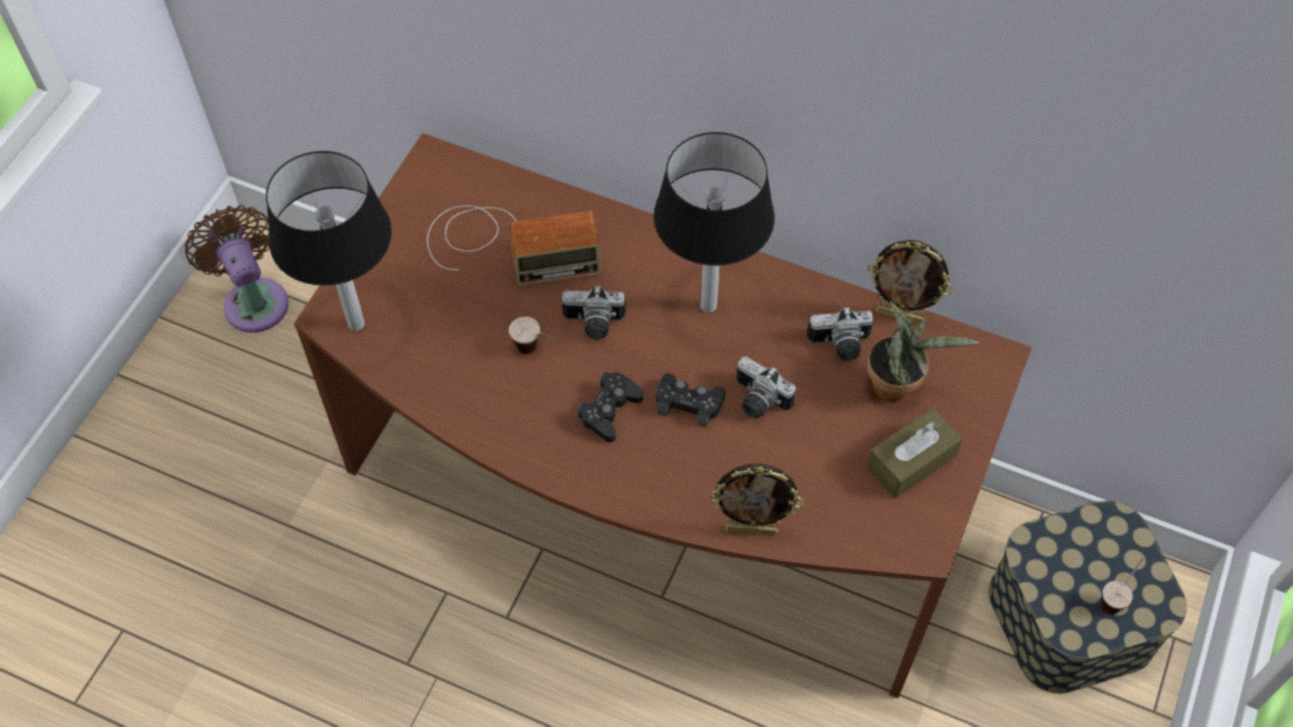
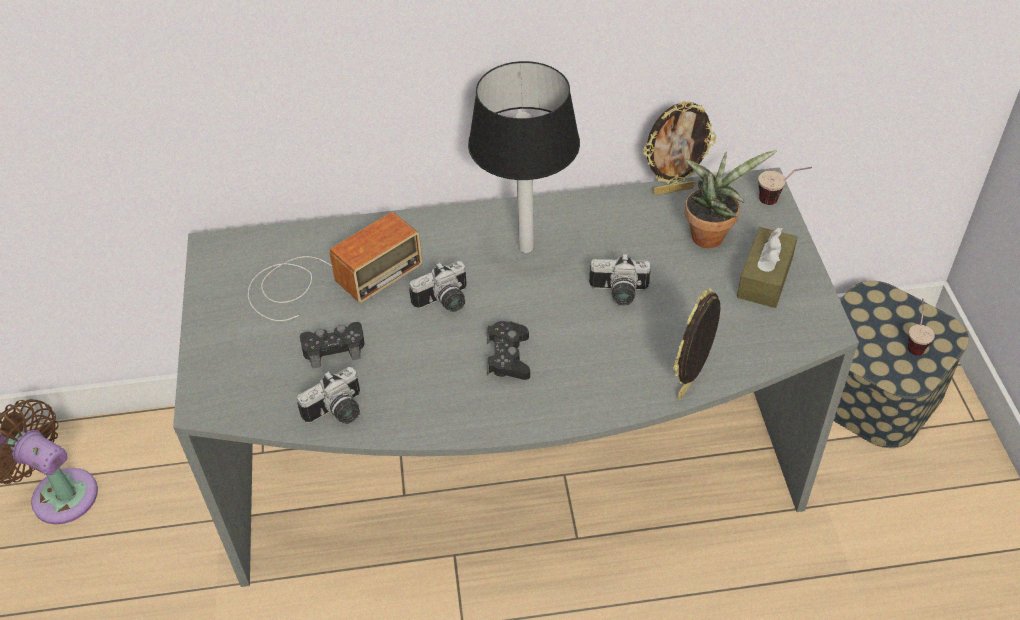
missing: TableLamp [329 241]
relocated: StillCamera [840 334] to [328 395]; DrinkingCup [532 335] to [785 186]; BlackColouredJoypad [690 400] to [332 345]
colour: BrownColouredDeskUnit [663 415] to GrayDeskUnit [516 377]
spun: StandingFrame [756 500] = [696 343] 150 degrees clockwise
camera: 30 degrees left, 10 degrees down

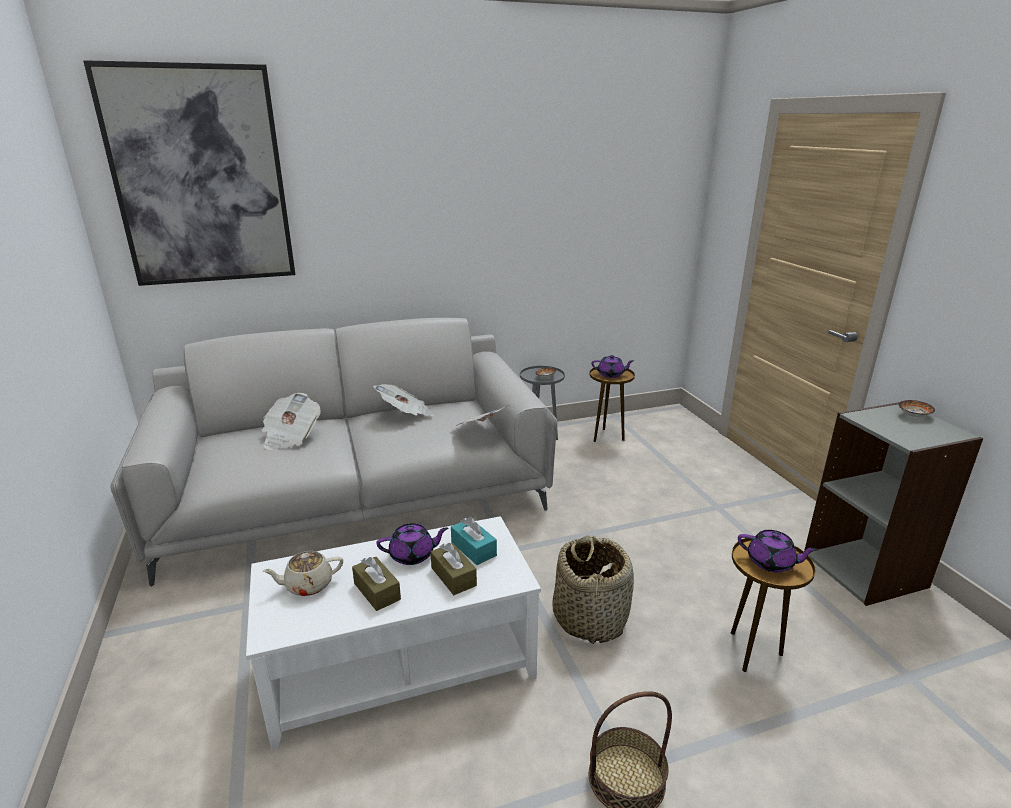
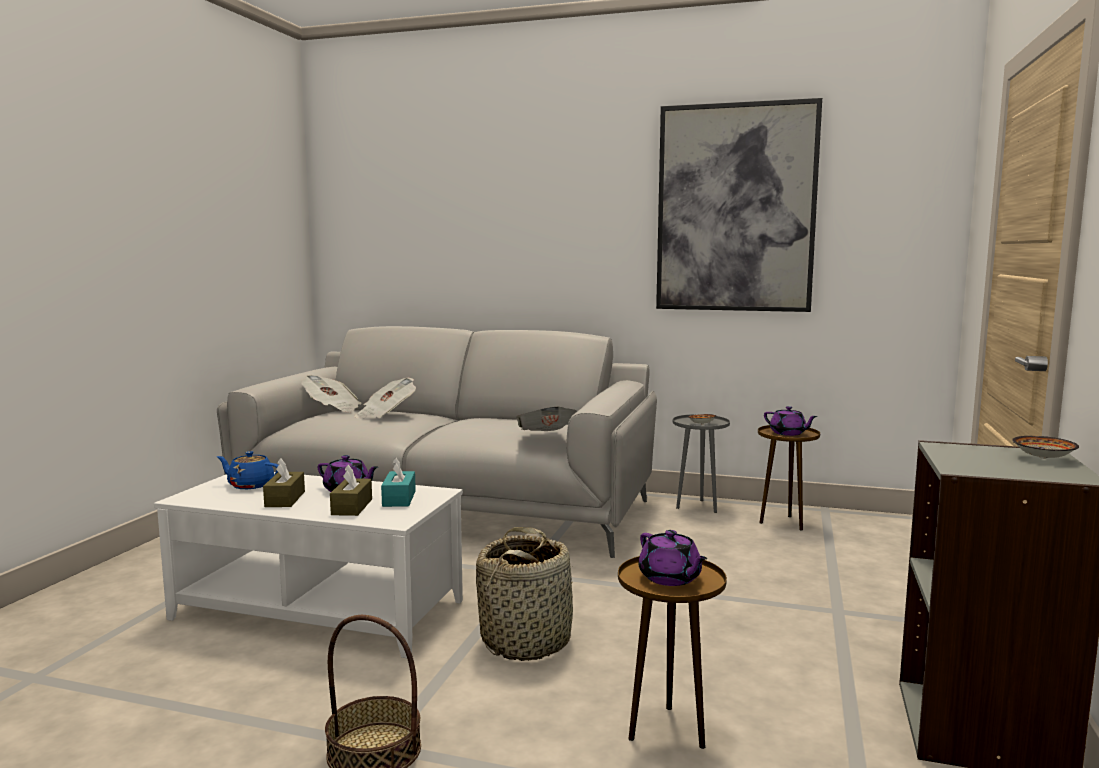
relocated: Picture [189 173] to [739 205]; DailyPaper [403 400] to [331 394]
colour: BeigeTeaPot [303 573] to BlueTeaPot [248 470]
camera: 35 degrees right, 15 degrees down

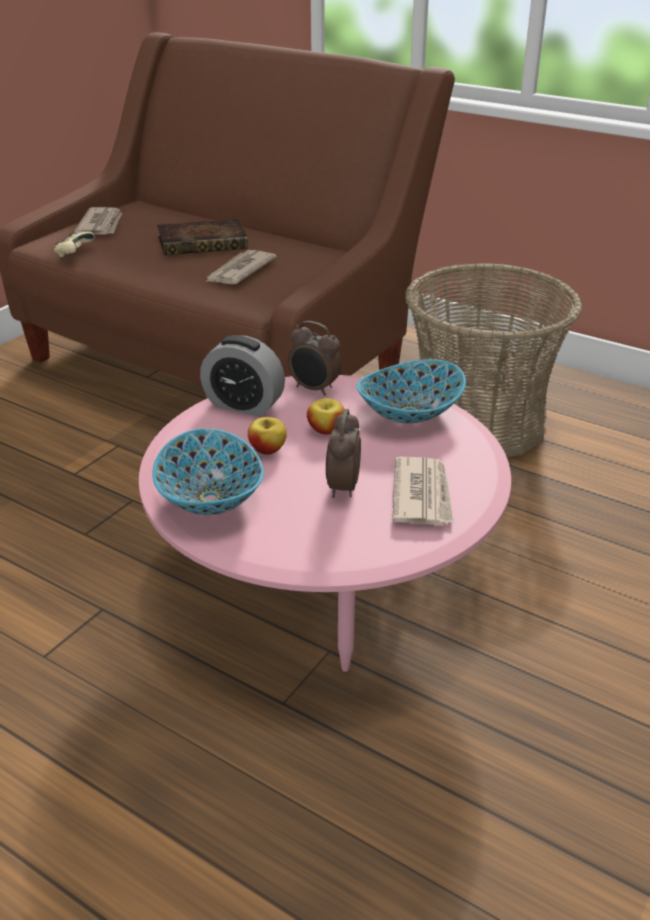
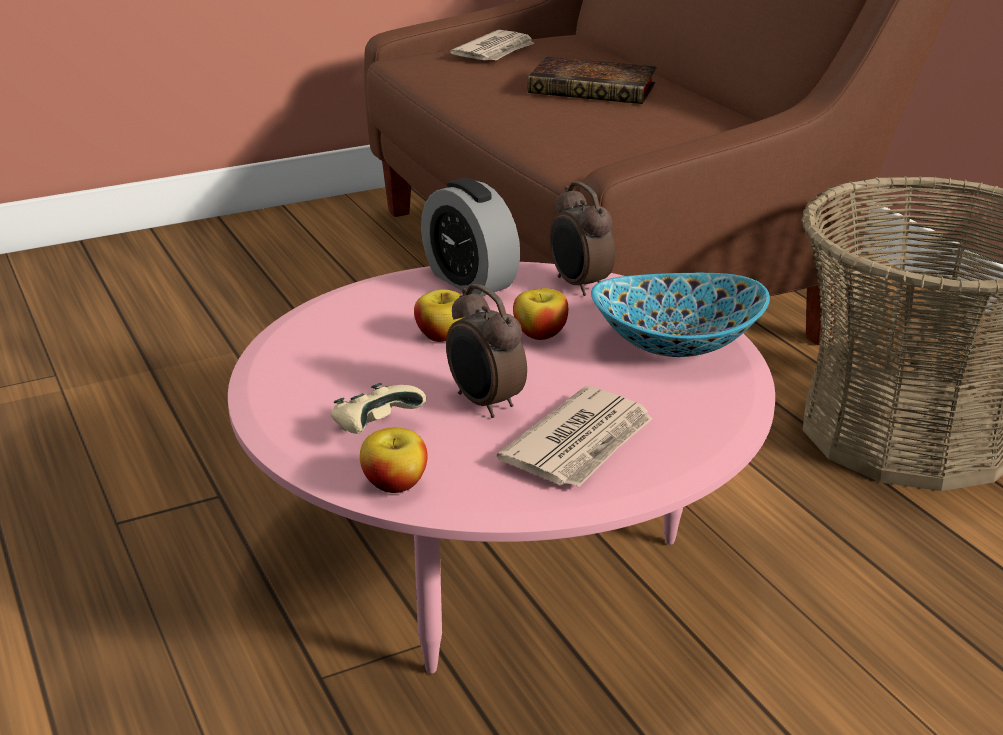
missing: DailyPaper [241 267]; Bowl [208 471]
appeared: AppleFruit [393 460]
relocated: BeigeJoypad [74 244] to [378 408]
spun: AlarmClock [343 453] = [486 351] 75 degrees counterclockwise
camera: 30 degrees right, 5 degrees down

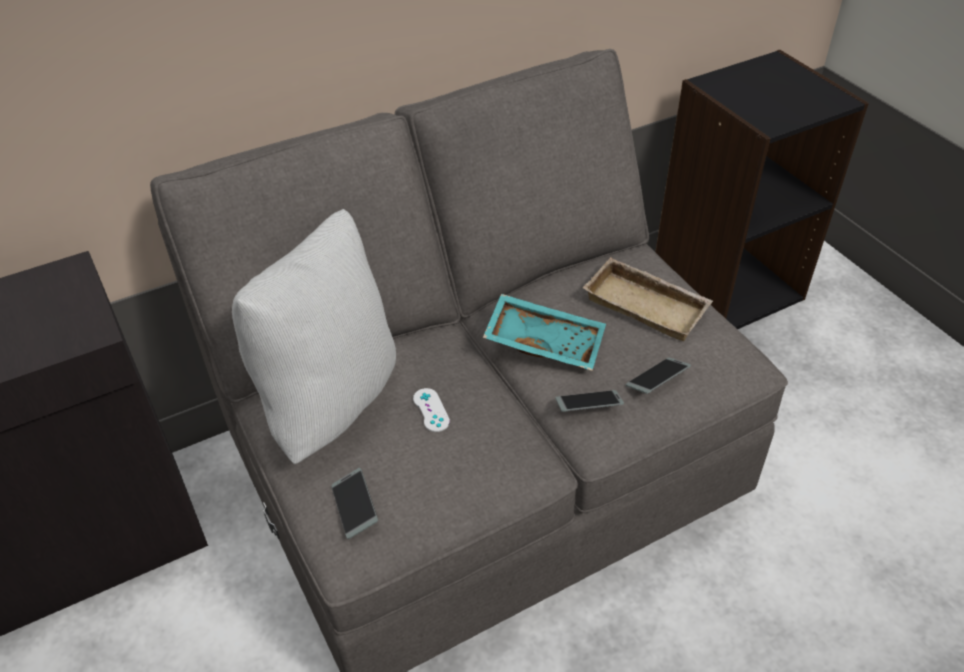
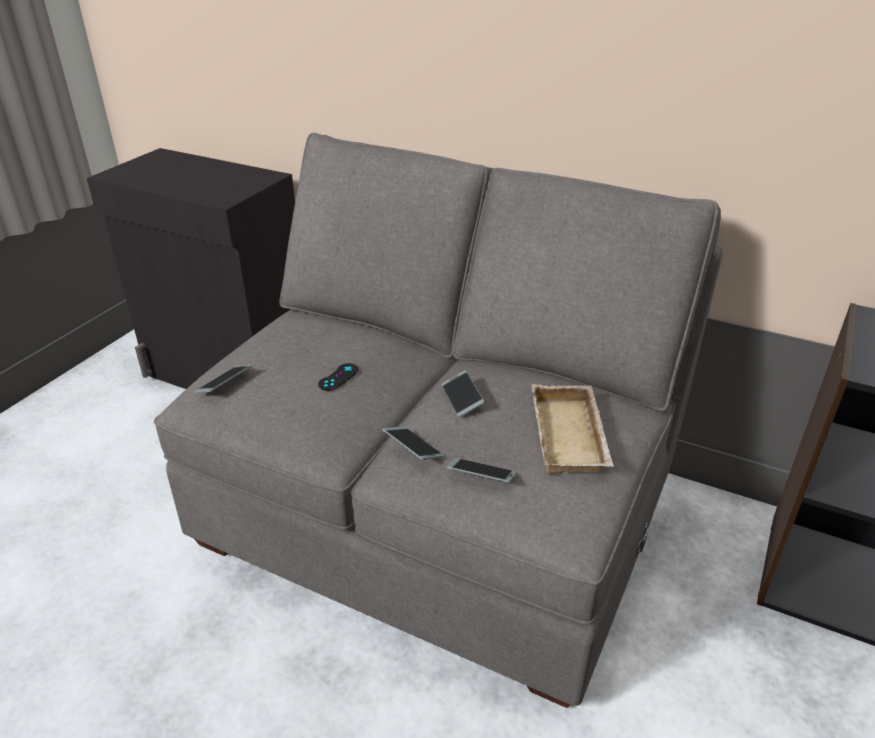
missing: WhitishThrowPillow [314 336]
exchanged: BlueGreenTray [544 332] to Phone [463 394]
colour: WhitishJoypad [431 410] to BlackColouredJoypad [338 377]
camera: 55 degrees right, 10 degrees down

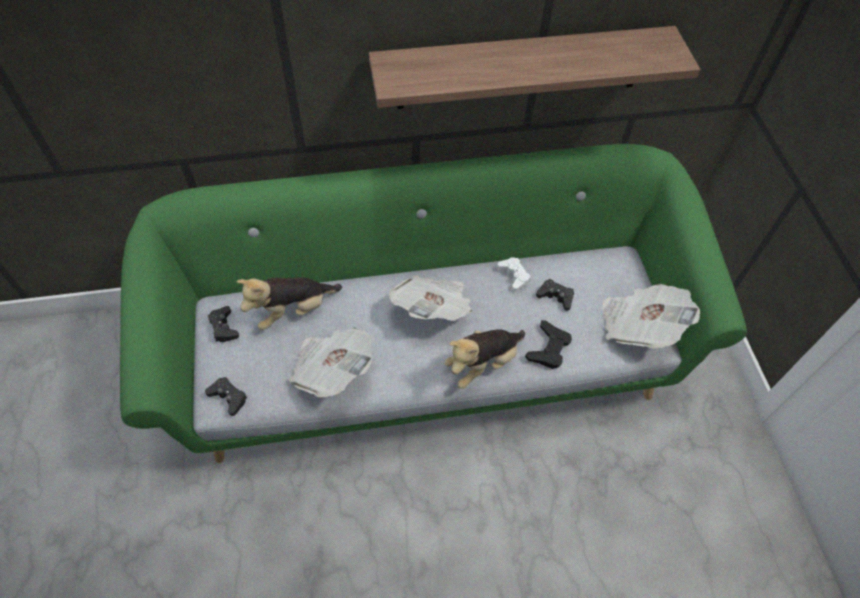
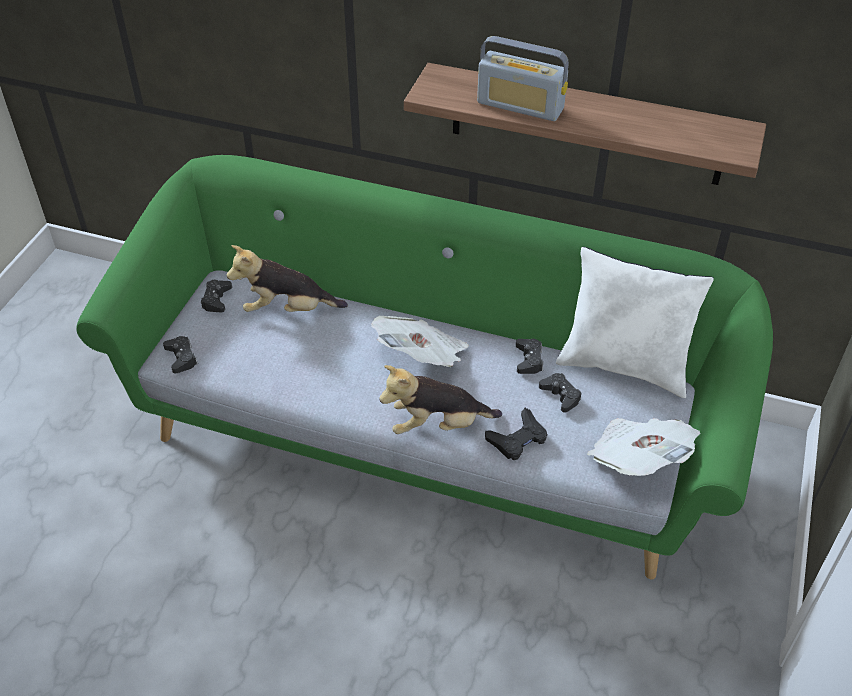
missing: DailyPaper [331 362]
appeared: RadioReceiver [522 78]; WhitishThrowPillow [635 322]
colour: WhitishJoypad [514 274] to BlackColouredJoypad [529 356]
camera: 30 degrees right, 10 degrees down

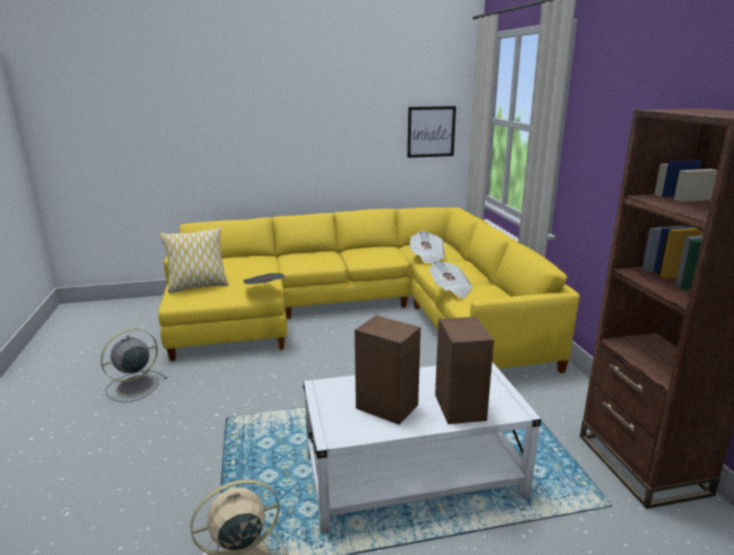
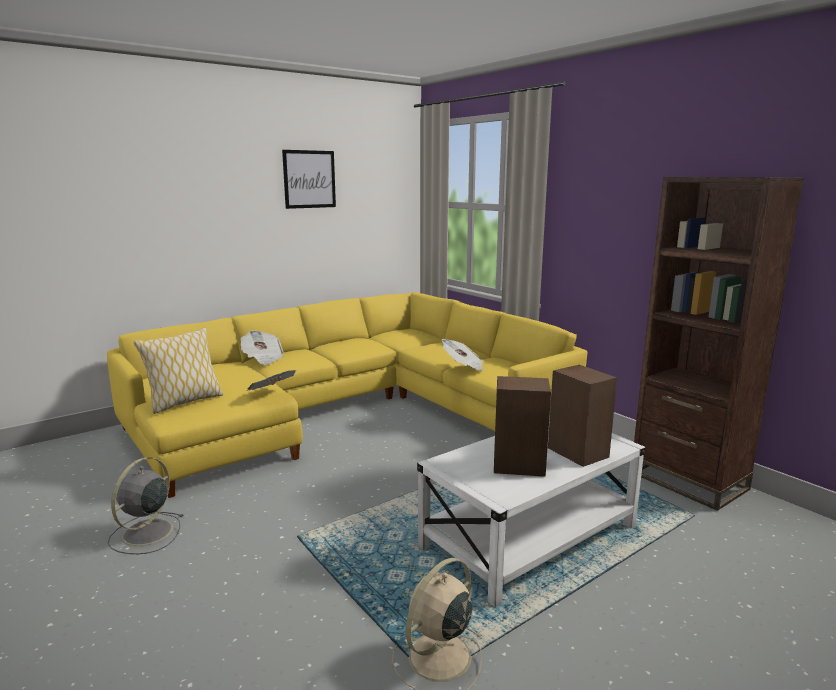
relocated: Picture [431 132] to [309 179]; DailyPaper [427 247] to [262 347]
camera: 25 degrees left, 5 degrees down

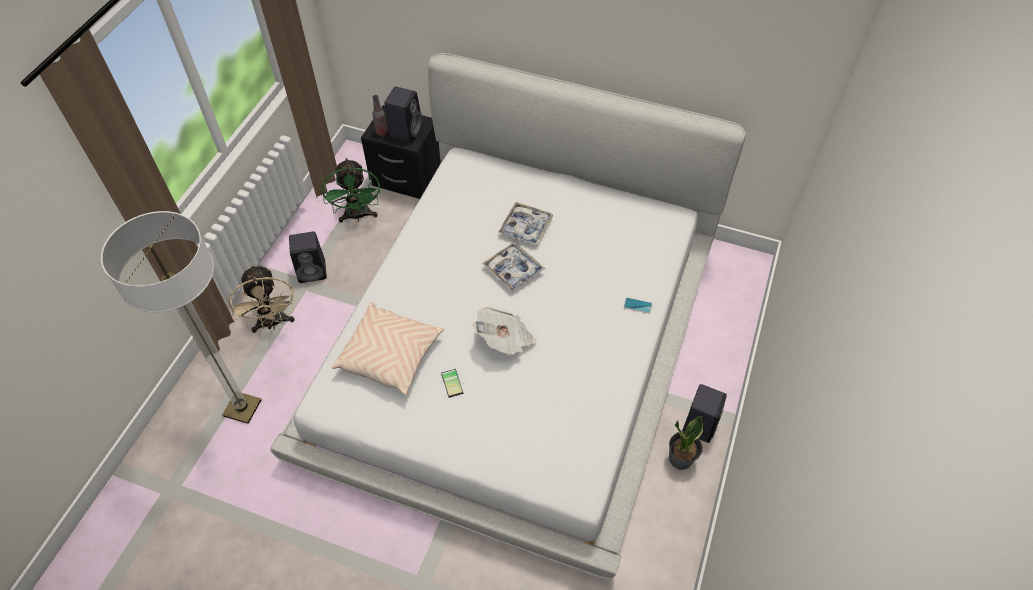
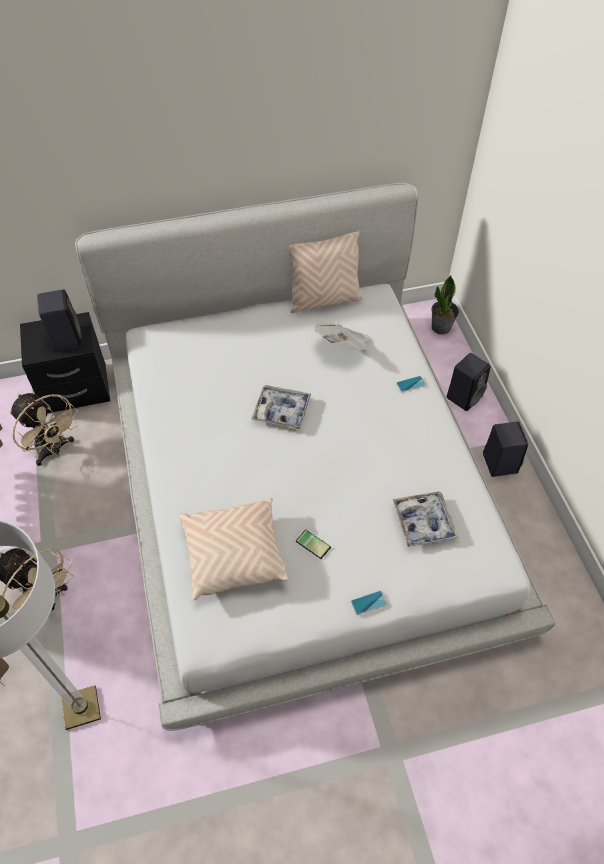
missing: DrinkBottle [380 115]
appeared: BeigeThrowPillow [326 271]; Phone [369 603]
relocated: Tray [525 223] to [425 519]; BlackColouredLoudspeaker [308 257] to [468 382]; DailyPaper [504 331] to [342 337]; Houseplant [686 443] to [445 304]
colour: GreenFan [351 190] to BeigeFan [44 429]
camera: 35 degrees left, 0 degrees up

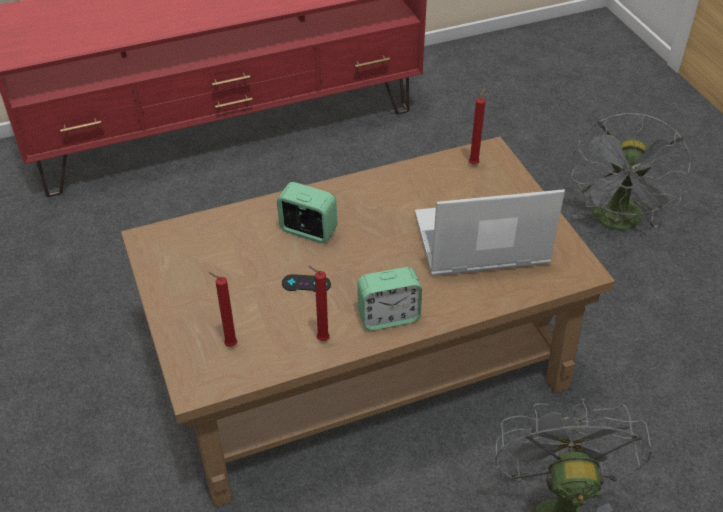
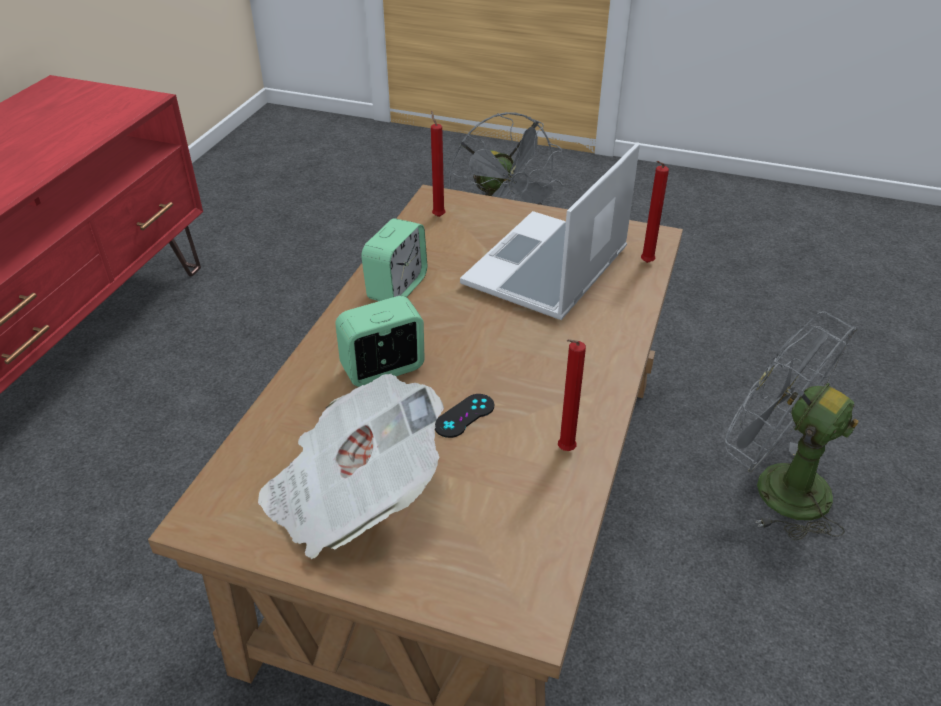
appeared: DailyPaper [351 466]
relocated: AlarmClock [389 299] to [394 259]; RedCandle [222 309] to [655 212]
camera: 50 degrees left, 5 degrees down

